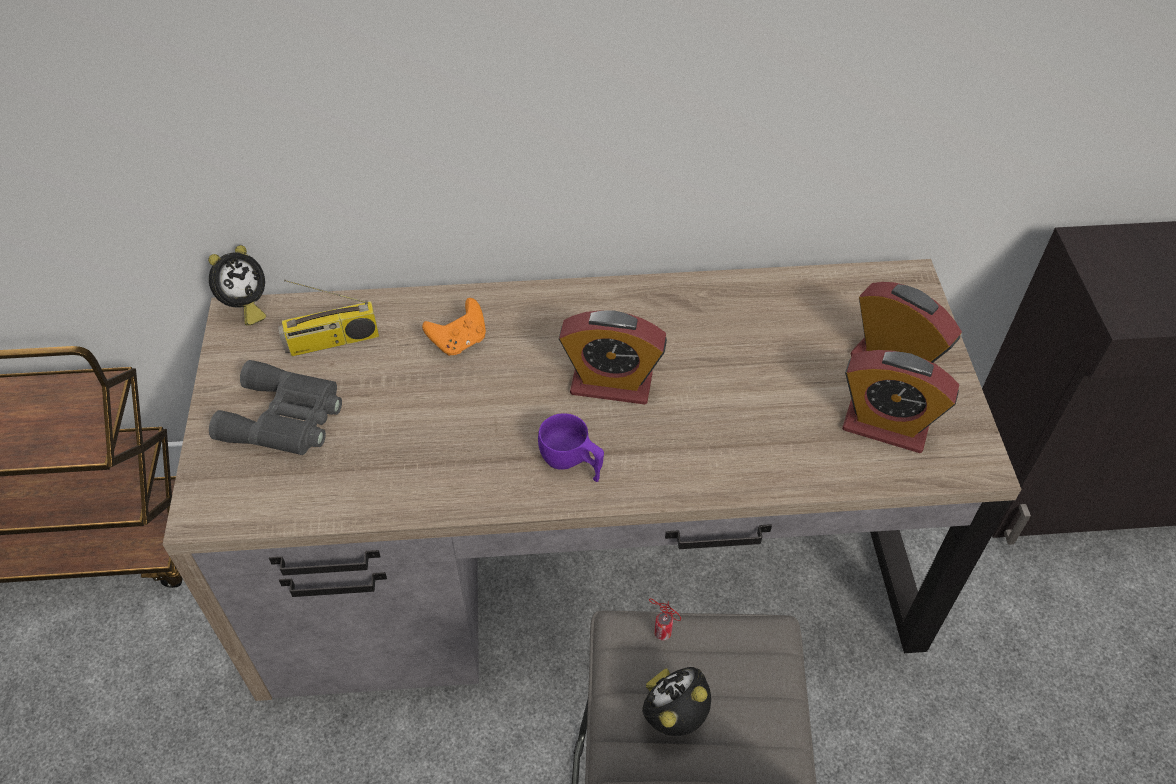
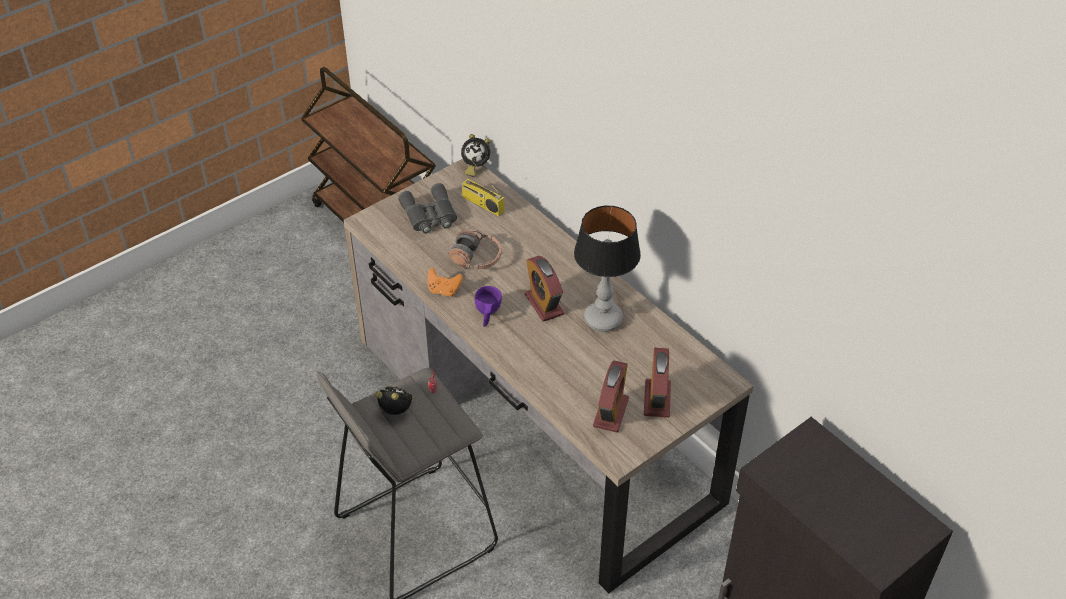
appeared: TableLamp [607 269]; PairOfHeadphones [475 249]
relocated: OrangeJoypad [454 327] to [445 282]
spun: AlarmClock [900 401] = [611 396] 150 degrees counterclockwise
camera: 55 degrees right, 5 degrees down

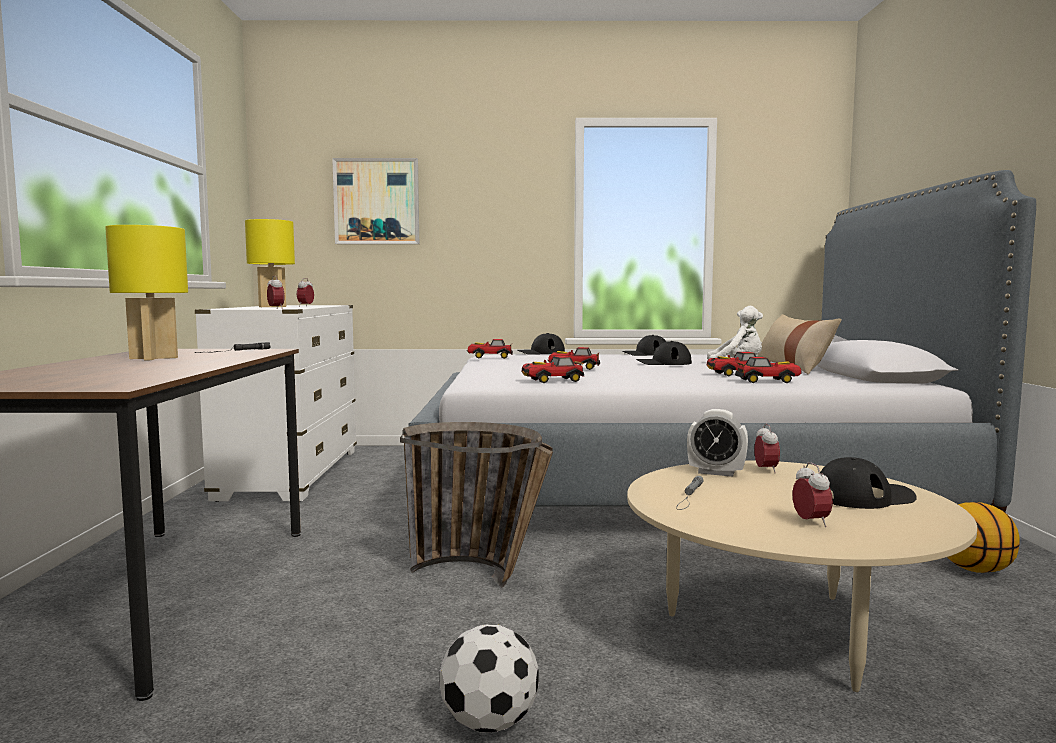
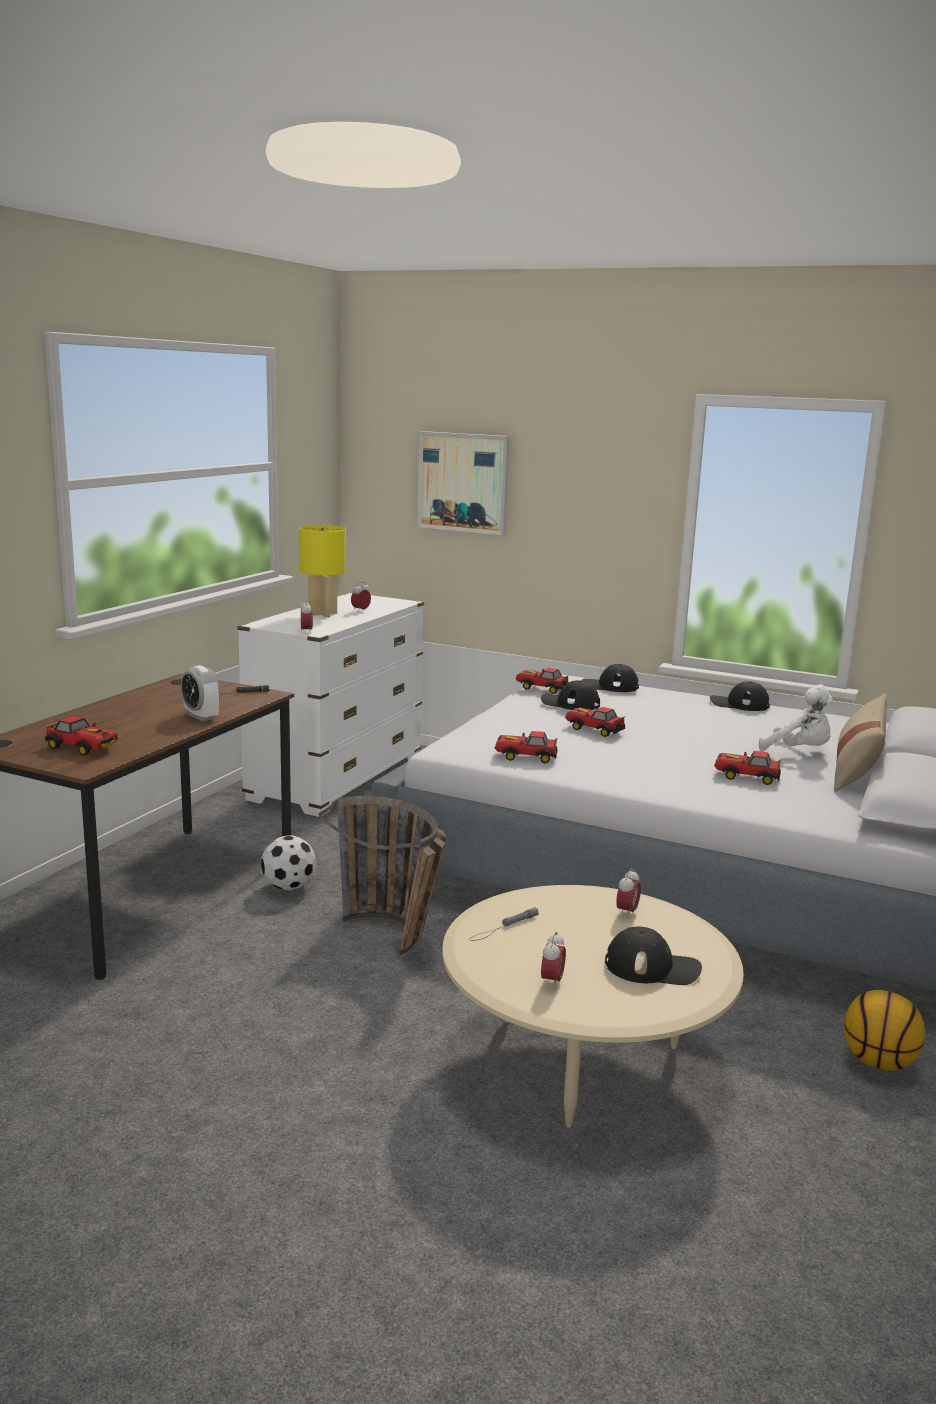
missing: YellowishTableLamp [146 293]
relocated: BlackColouredPeakedCap [664 353] to [570 695]; ToyCar [768 370] to [81 736]; AlarmClock [717 443] to [200 693]; BallForFootball [489 678] to [288 862]
camera: 25 degrees right, 10 degrees up

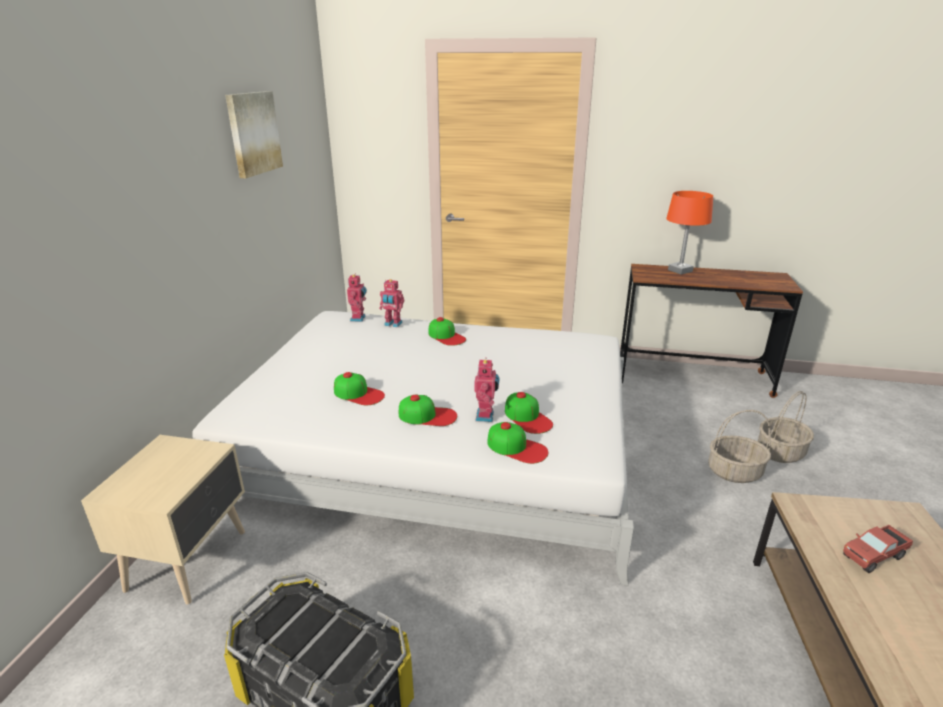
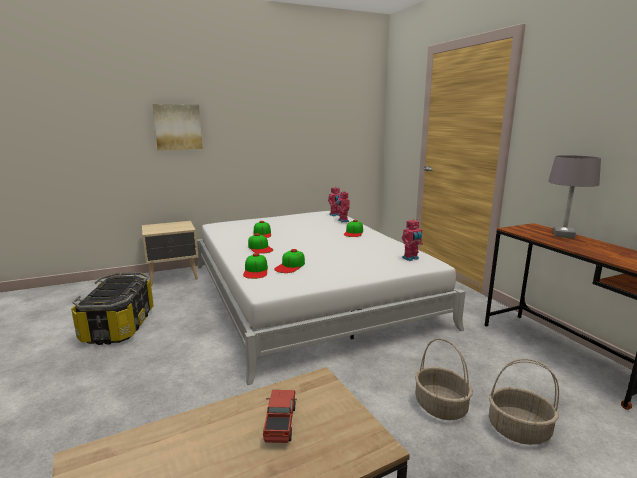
relocated: Picture [254 134] to [177 127]; RobotFigure [487 389] to [412 240]
colour: OrangeTableLamp [689 233] to GrayTableLamp [574 197]
spun: ToyLorry [878 549] = [280 416] 60 degrees clockwise
camera: 55 degrees right, 10 degrees down

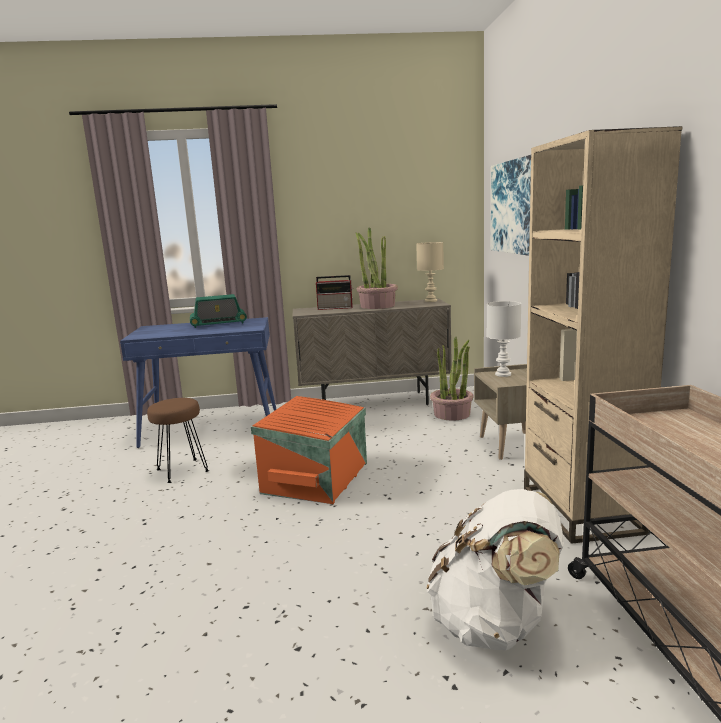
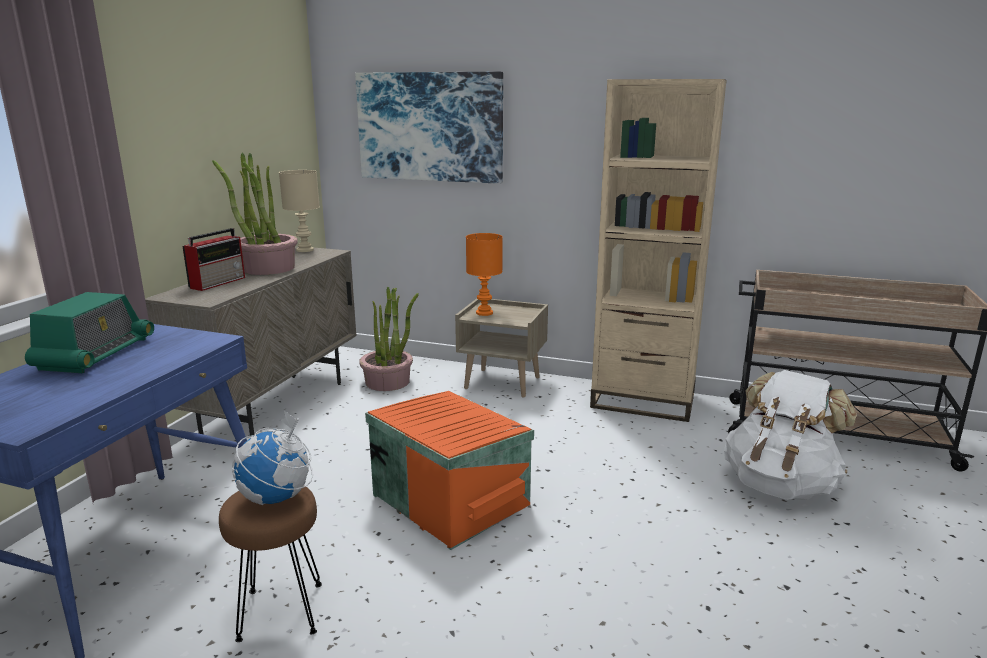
appeared: DeskGlobe [272 457]
colour: WhitishTableLamp [504 339] to OrangeTableLamp [484 274]
camera: 65 degrees left, 5 degrees up

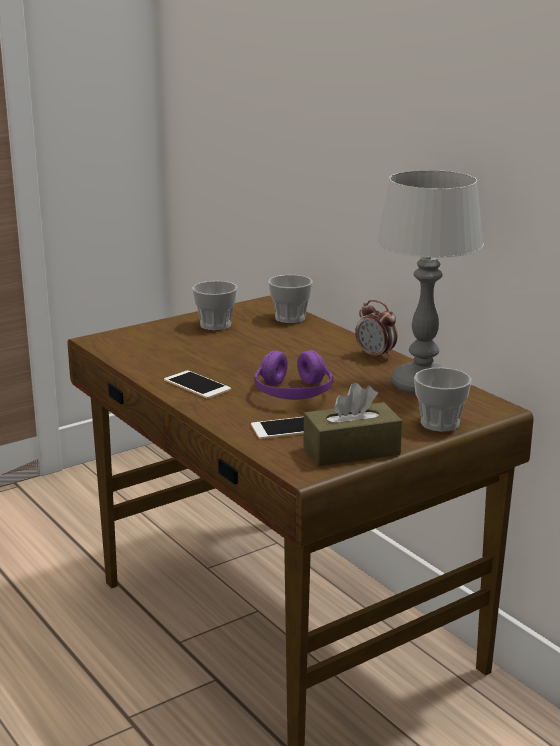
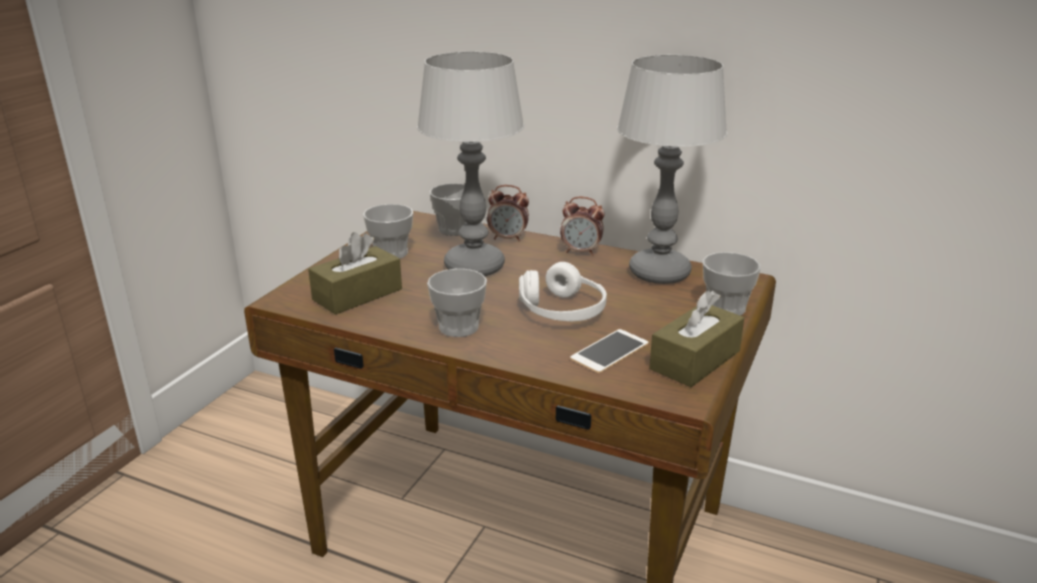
appeared: TableLamp [470 164]; AlarmClock [508 213]; BrownColouredBoxOfTissues [355 273]
exchanged: Phone [197 384] to DrinkingCup [457 303]
colour: PurplishPairOfHeadphones [294 375] to WhitishPairOfHeadphones [563 291]
camera: 30 degrees left, 5 degrees up

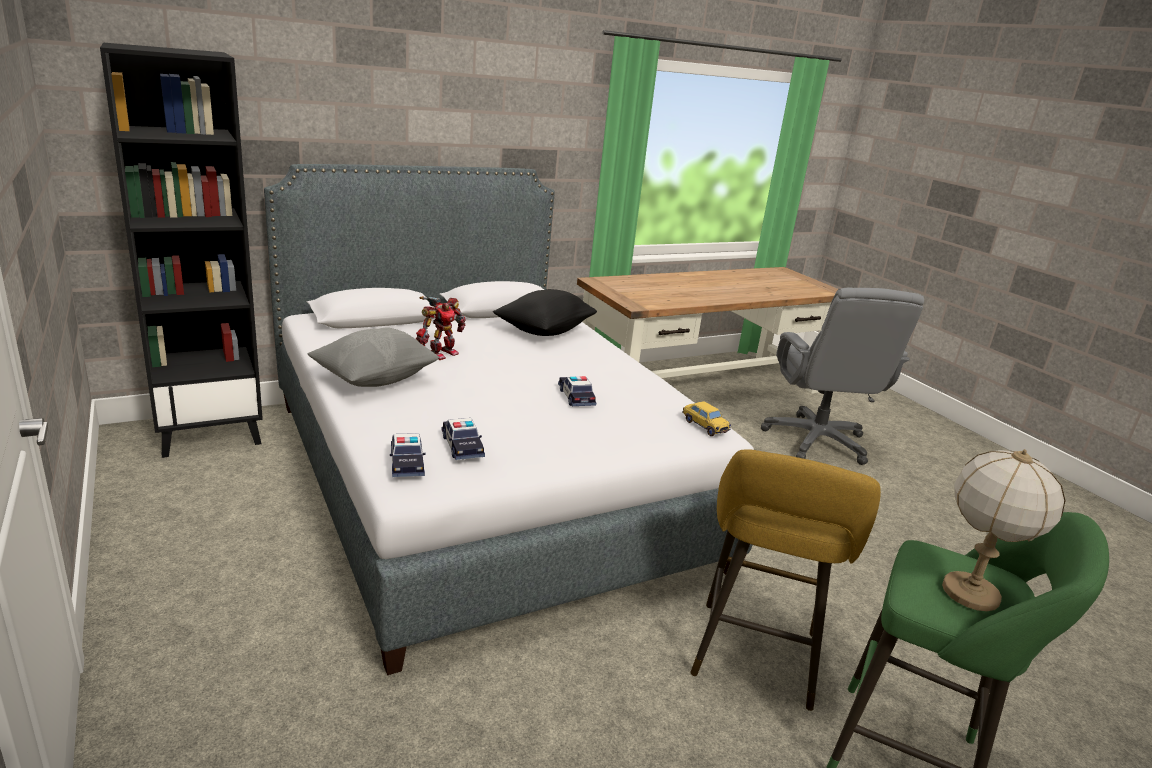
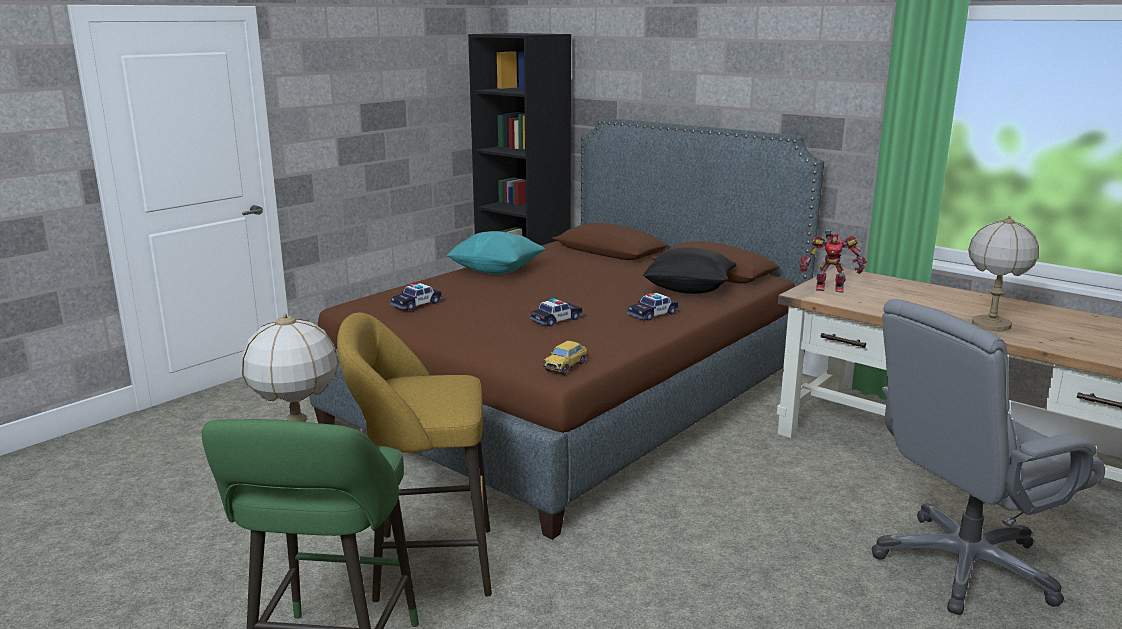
appeared: TableLamp [1003 273]
relocated: RobotFigure [441 328] to [833 261]; ToyCar [408 455] to [653 307]
colour: GraySleepingBed [509 419] to BrownColouredSleepingBed [566 329]; GrayThrowPillow [373 357] to BlueGreenThrowPillow [495 252]
camera: 70 degrees right, 5 degrees down

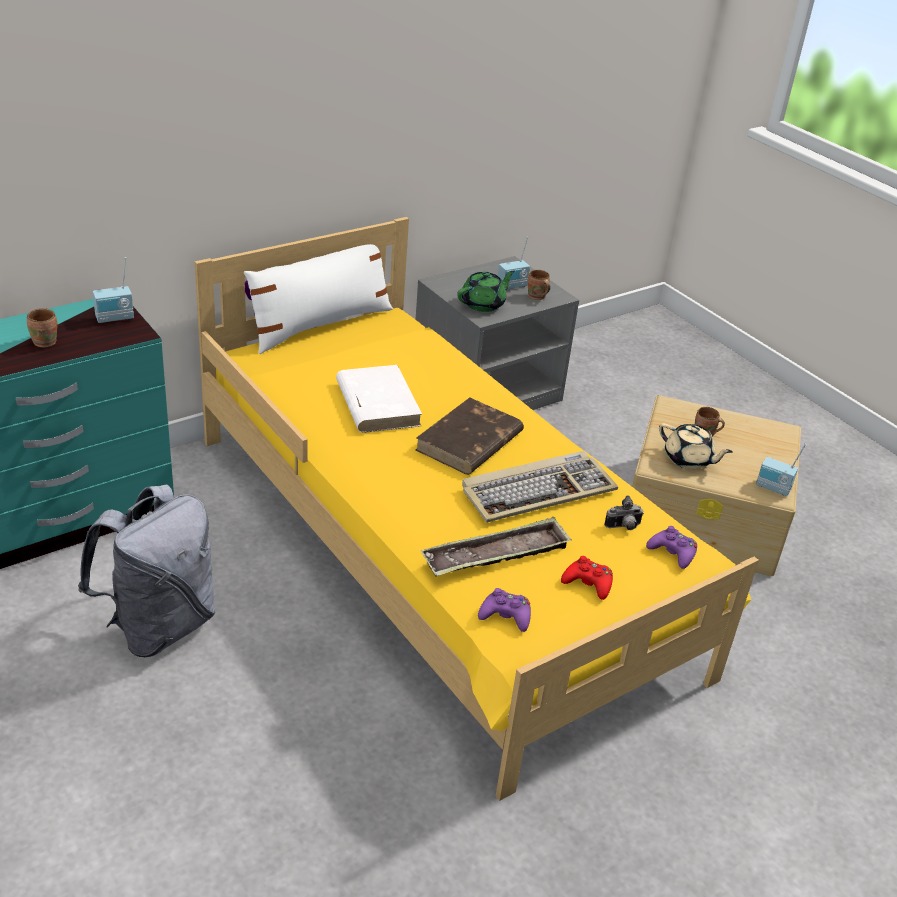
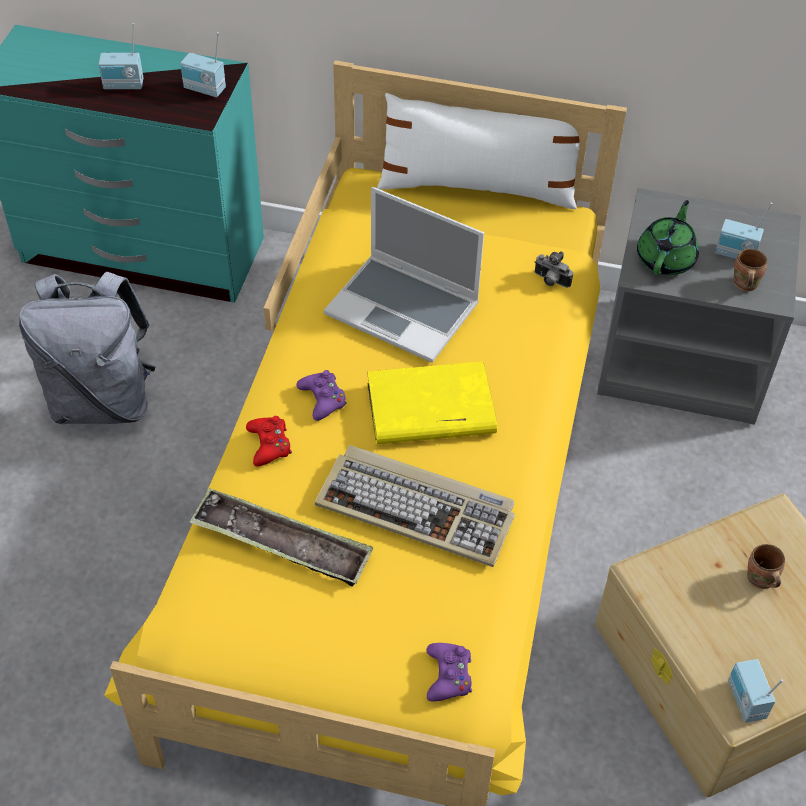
missing: BeigeTeaPot [696 446]
relocated: StillCamera [624 512] to [554 269]; RedJoypad [587 578] to [269 441]; PurplishJoypad [504 610] to [322 395]
exchanged: BrownColouredTeaMug [42 327] to RadioReceiver [121 56]; WhitishVolume [379 399] to PortableComputer [404 275]
colour: BrownColouredVolume [470 436] to YellowishVolume [432 402]
spun: GreenTeaPot [486 291] = [668 237] 75 degrees counterclockwise
camera: 50 degrees right, 15 degrees up

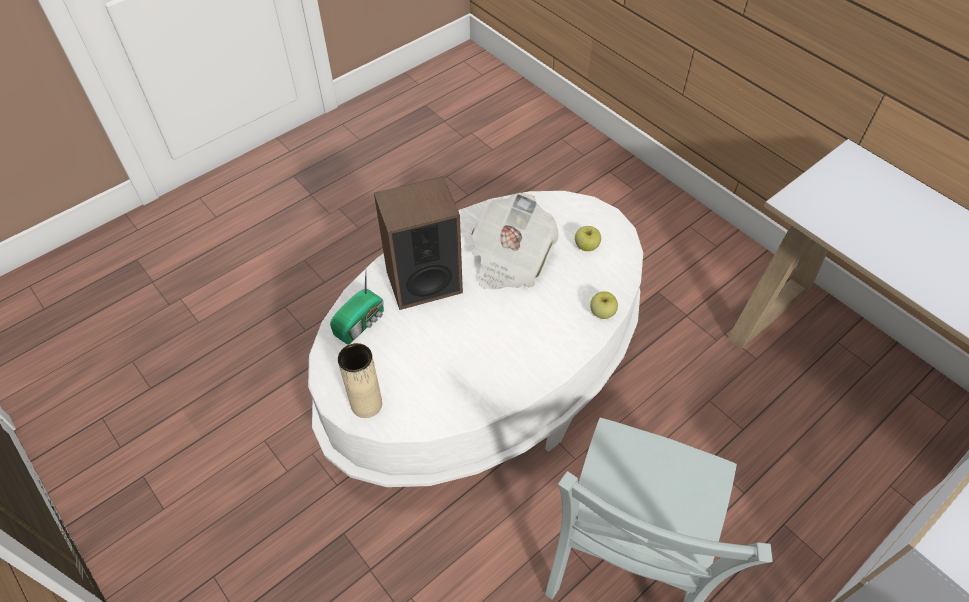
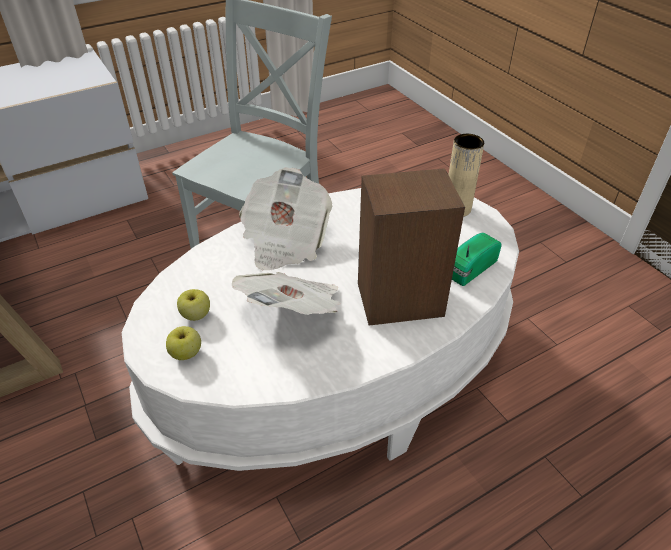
appeared: DailyPaper [286 219]
relocated: AppleFruit [604 305] to [183 343]
camera: 170 degrees left, 10 degrees down

